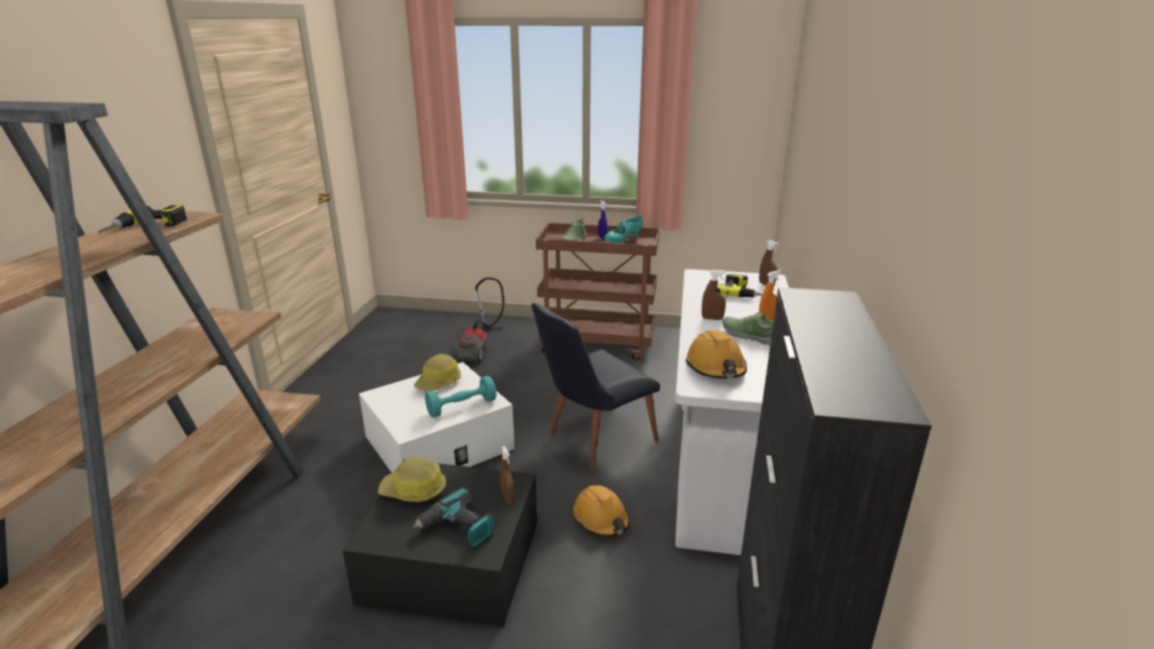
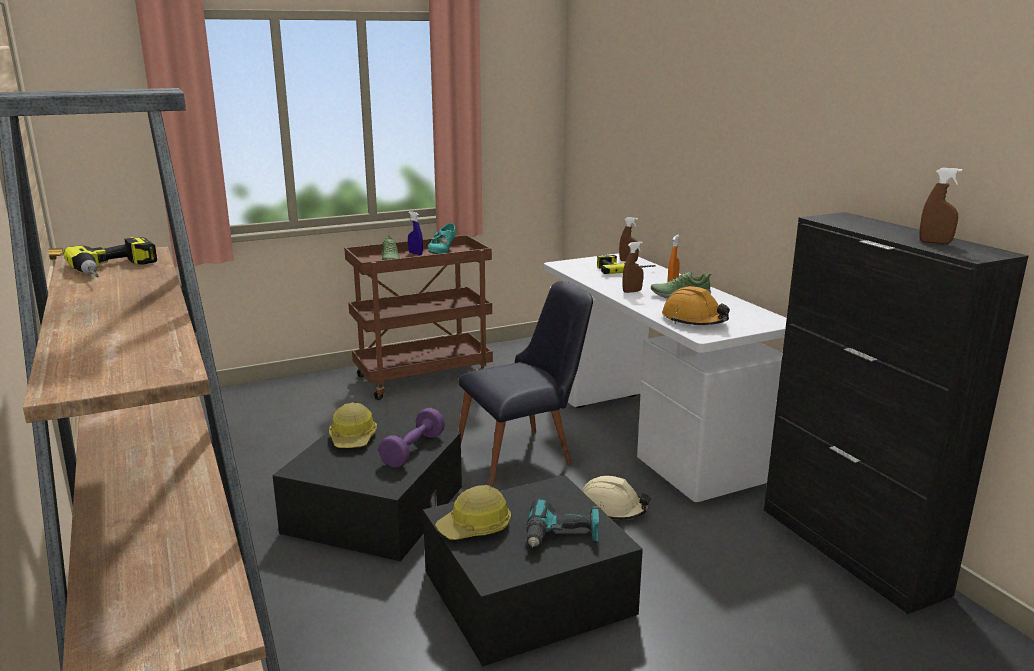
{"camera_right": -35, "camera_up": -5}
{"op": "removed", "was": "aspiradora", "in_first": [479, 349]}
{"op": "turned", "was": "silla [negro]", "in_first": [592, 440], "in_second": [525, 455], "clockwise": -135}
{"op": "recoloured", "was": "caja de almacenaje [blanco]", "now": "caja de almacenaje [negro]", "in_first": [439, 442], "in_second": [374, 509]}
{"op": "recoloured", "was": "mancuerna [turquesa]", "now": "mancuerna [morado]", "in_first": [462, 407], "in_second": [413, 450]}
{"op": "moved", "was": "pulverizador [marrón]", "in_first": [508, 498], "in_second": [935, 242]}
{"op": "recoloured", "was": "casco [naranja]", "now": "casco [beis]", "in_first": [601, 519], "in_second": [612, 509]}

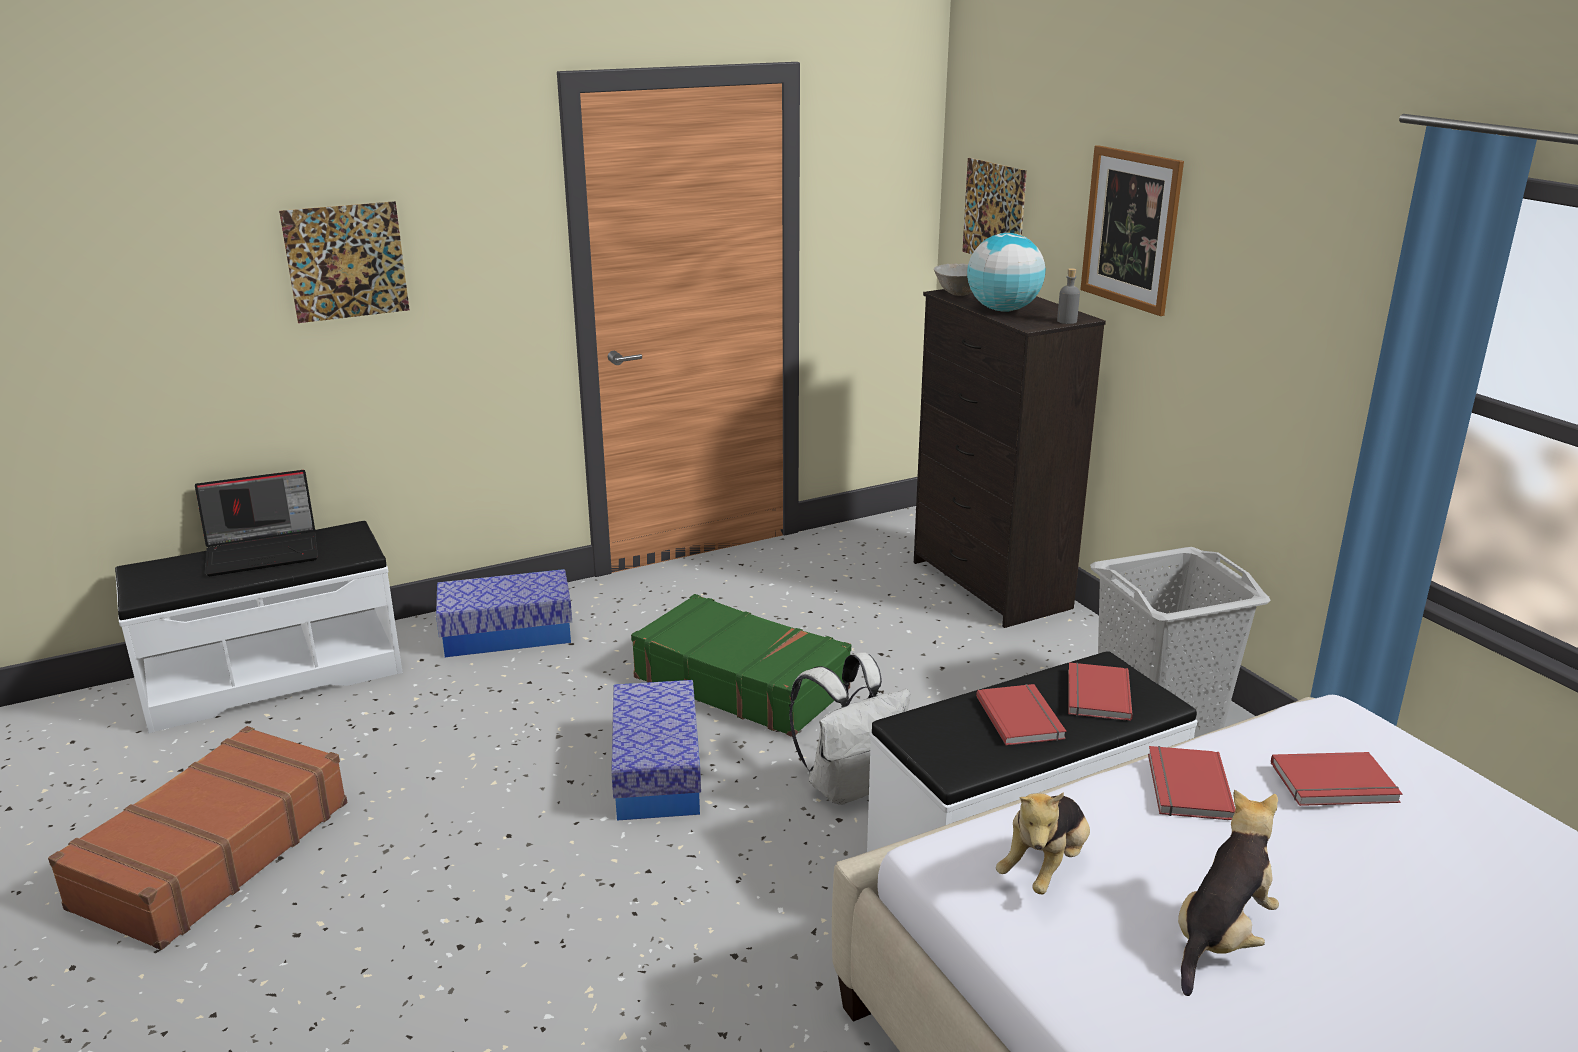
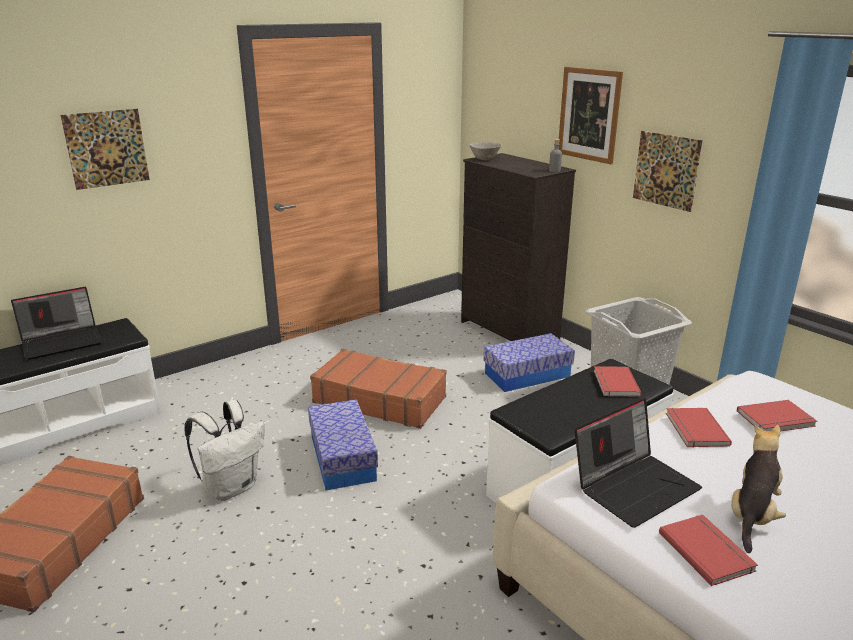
{"camera_right": -10, "camera_up": 0}
{"op": "moved", "was": "cuadro", "in_first": [994, 212], "in_second": [666, 170]}
{"op": "removed", "was": "globo terráqueo", "in_first": [1003, 310]}
{"op": "moved", "was": "caja de almacenaje", "in_first": [507, 634], "in_second": [527, 375]}
{"op": "recoloured", "was": "maleta [verde]", "now": "maleta [marrón]", "in_first": [741, 683], "in_second": [379, 399]}
{"op": "moved", "was": "mochila [blanco]", "in_first": [848, 785], "in_second": [231, 487]}
{"op": "moved", "was": "libro [rojo]", "in_first": [1022, 717], "in_second": [707, 550]}
{"op": "replaced", "was": "peluche", "now": "portátil", "in_first": [1044, 867], "in_second": [635, 485]}

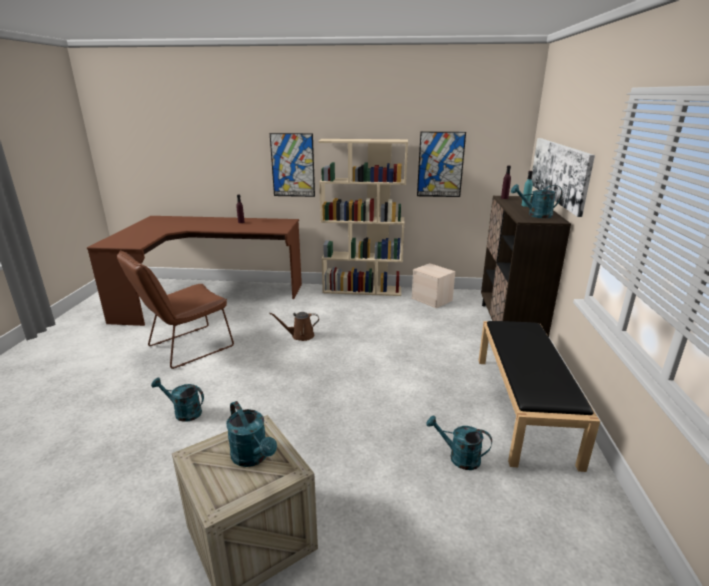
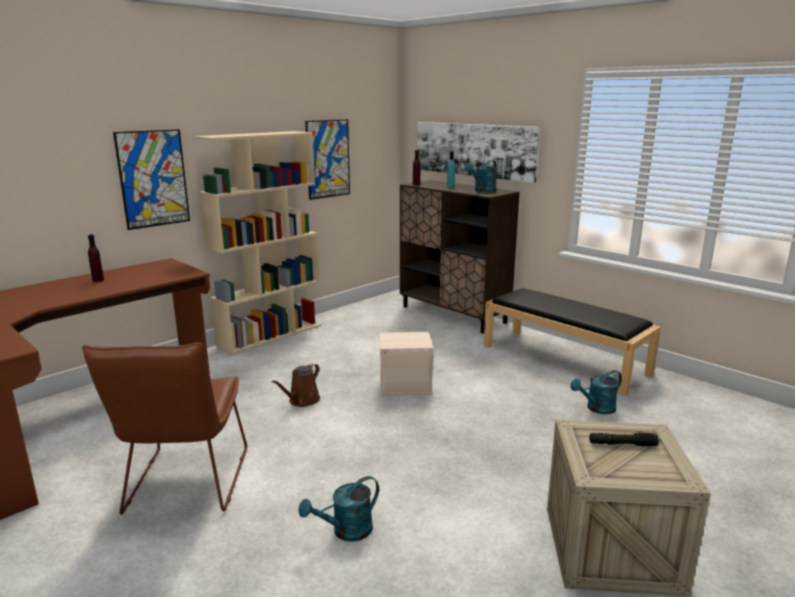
{"camera_right": -50, "camera_up": -5}
{"op": "moved", "was": "caja de almacenaje [beis]", "in_first": [432, 299], "in_second": [406, 384]}
{"op": "replaced", "was": "regadera [turquesa]", "now": "linterna [negro]", "in_first": [253, 457], "in_second": [622, 444]}

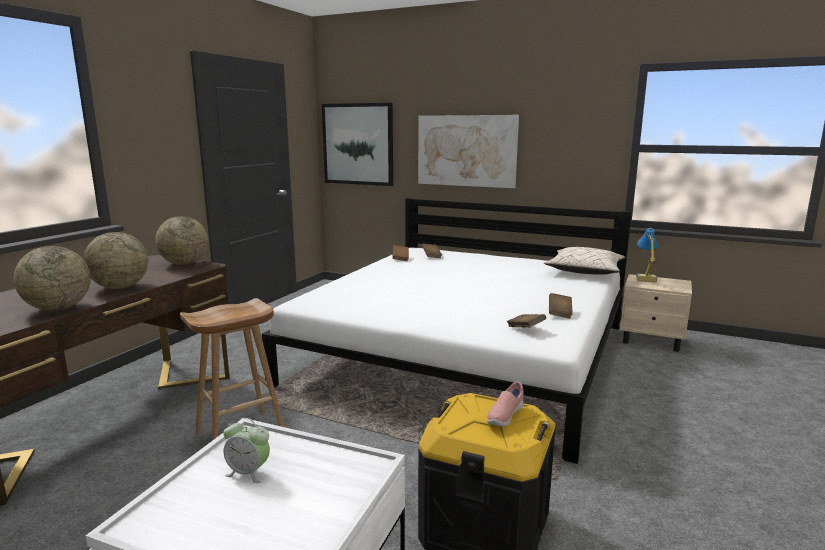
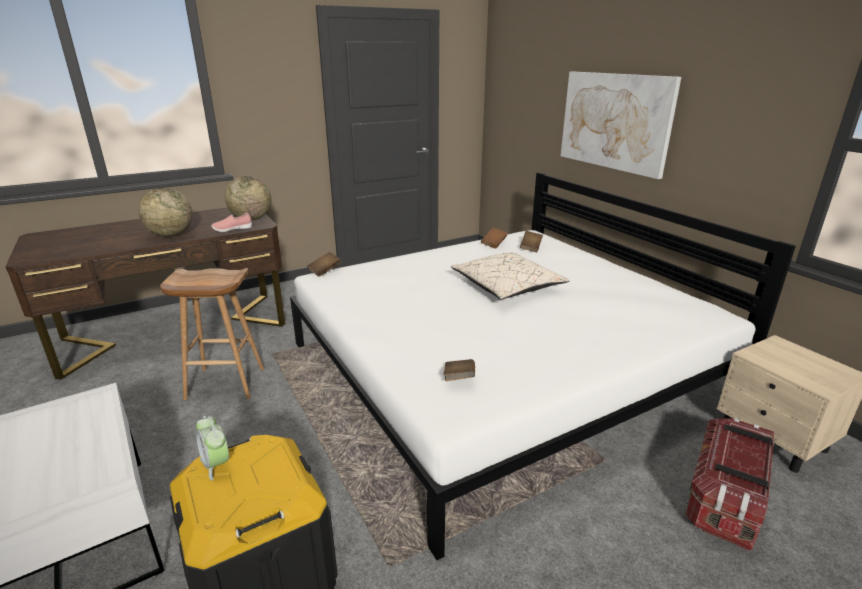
{"camera_right": 35, "camera_up": 10}
{"op": "removed", "was": "cuadro", "in_first": [358, 144]}
{"op": "removed", "was": "lámpara de mesa", "in_first": [645, 279]}
{"op": "removed", "was": "globo terráqueo", "in_first": [58, 308]}
{"op": "moved", "was": "cojín [beis]", "in_first": [584, 271], "in_second": [507, 287]}
{"op": "moved", "was": "libro [marrón]", "in_first": [559, 313], "in_second": [325, 271]}
{"op": "moved", "was": "zapato [rosa]", "in_first": [504, 416], "in_second": [232, 230]}
{"op": "moved", "was": "despertador", "in_first": [248, 472], "in_second": [216, 464]}
{"op": "added", "now": "caja de almacenaje", "in_second": [724, 498]}

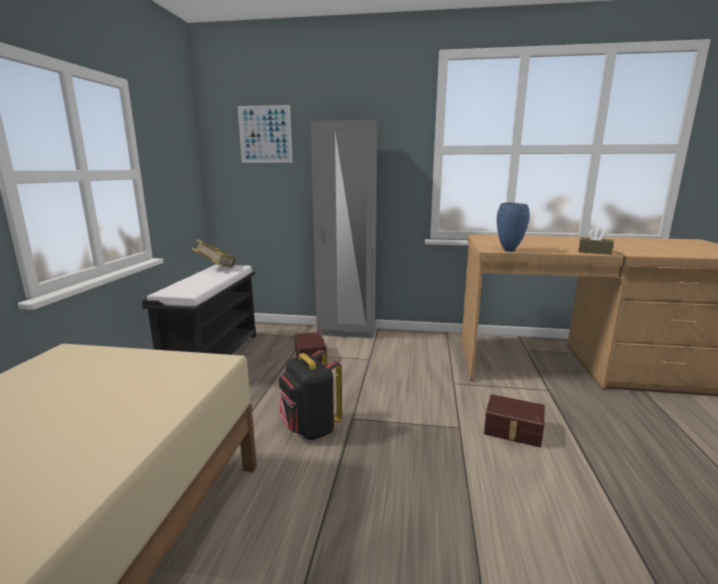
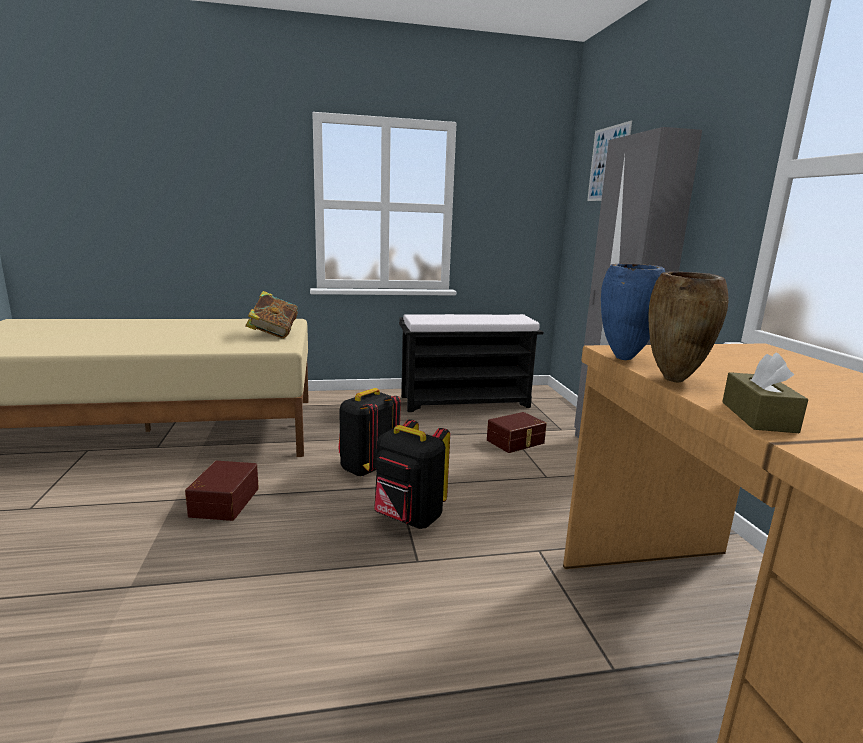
{"camera_right": 70, "camera_up": 0}
{"op": "moved", "was": "libro", "in_first": [215, 268], "in_second": [273, 334]}
{"op": "moved", "was": "caja de almacenaje [marrón]", "in_first": [513, 430], "in_second": [223, 502]}
{"op": "added", "now": "florero [marrón]", "in_second": [675, 380]}
{"op": "added", "now": "mochila [negro]", "in_second": [408, 518]}

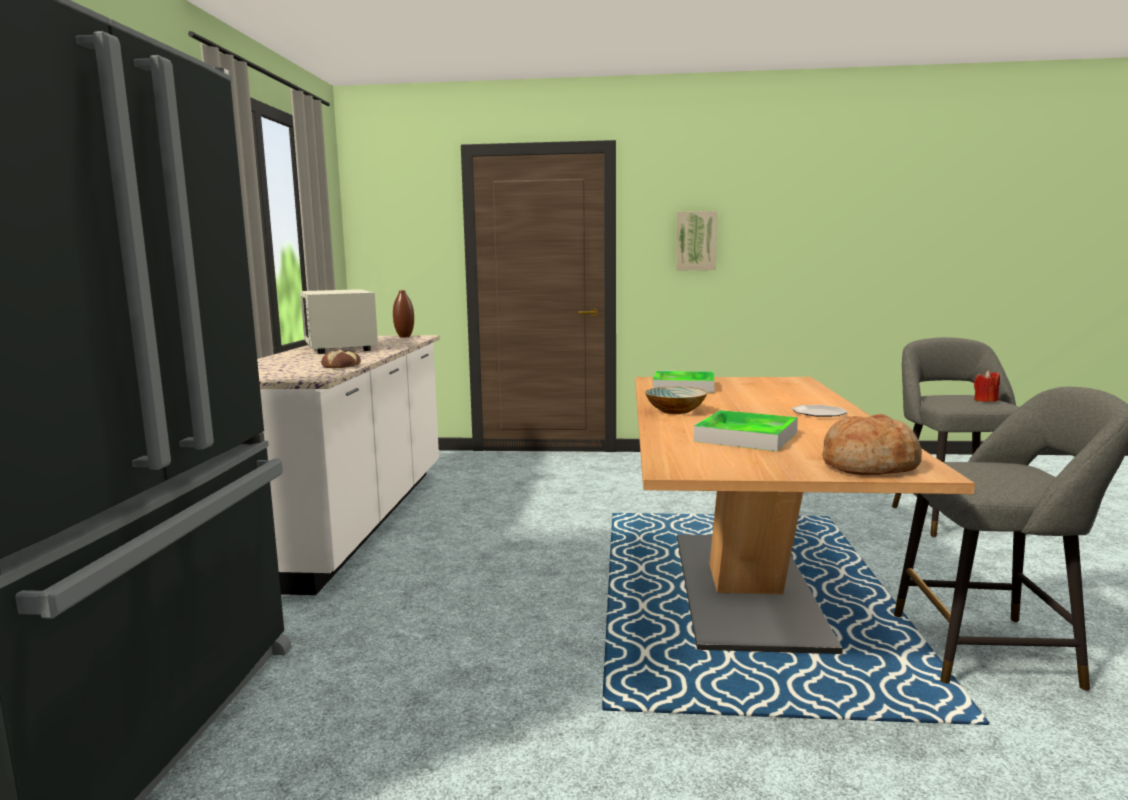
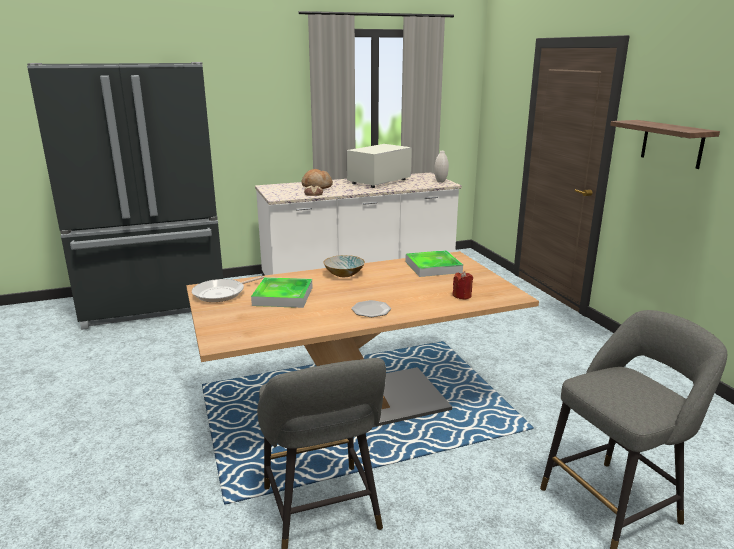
{"camera_right": 65, "camera_up": 10}
{"op": "replaced", "was": "cuadro", "now": "estante", "in_first": [696, 241], "in_second": [672, 144]}
{"op": "recoloured", "was": "florero [marrón]", "now": "florero [blanco]", "in_first": [404, 337], "in_second": [440, 182]}
{"op": "moved", "was": "vela [rojo]", "in_first": [985, 400], "in_second": [462, 296]}
{"op": "moved", "was": "pan", "in_first": [869, 466], "in_second": [317, 186]}
{"op": "added", "now": "sartén", "in_second": [222, 293]}

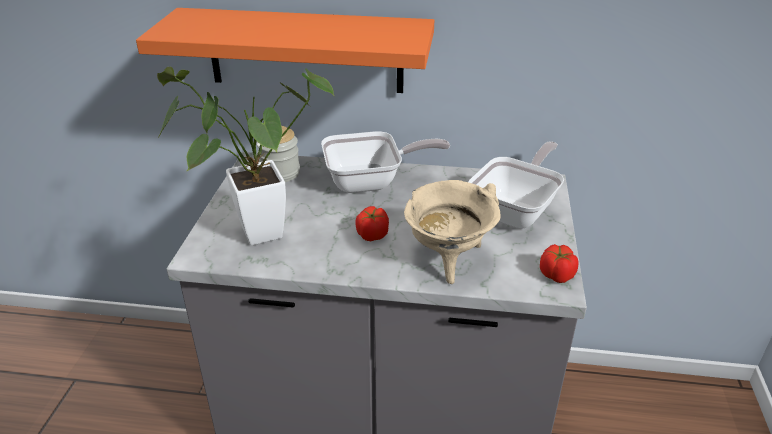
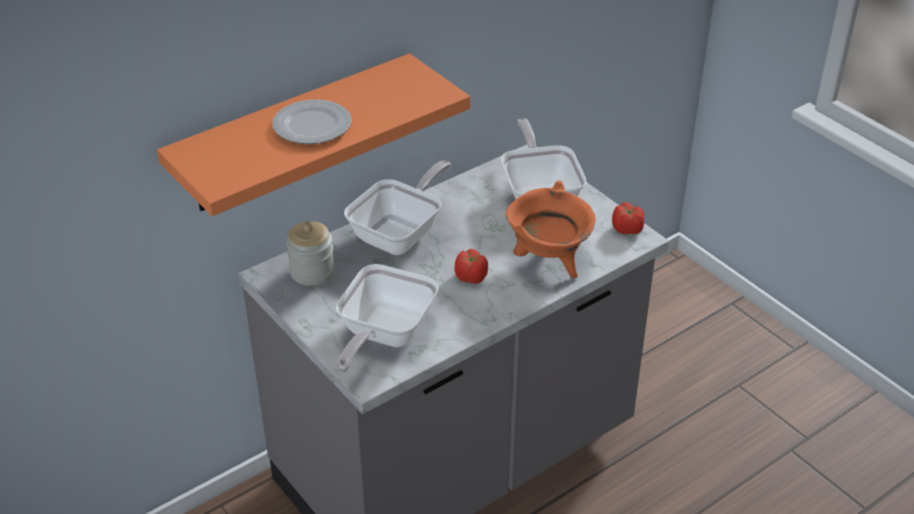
{"camera_right": -45, "camera_up": 5}
{"op": "replaced", "was": "planta en maceta", "now": "sartén", "in_first": [251, 235], "in_second": [383, 336]}
{"op": "recoloured", "was": "olla [beis]", "now": "olla [naranja]", "in_first": [448, 259], "in_second": [549, 262]}
{"op": "added", "now": "plato", "in_second": [312, 125]}

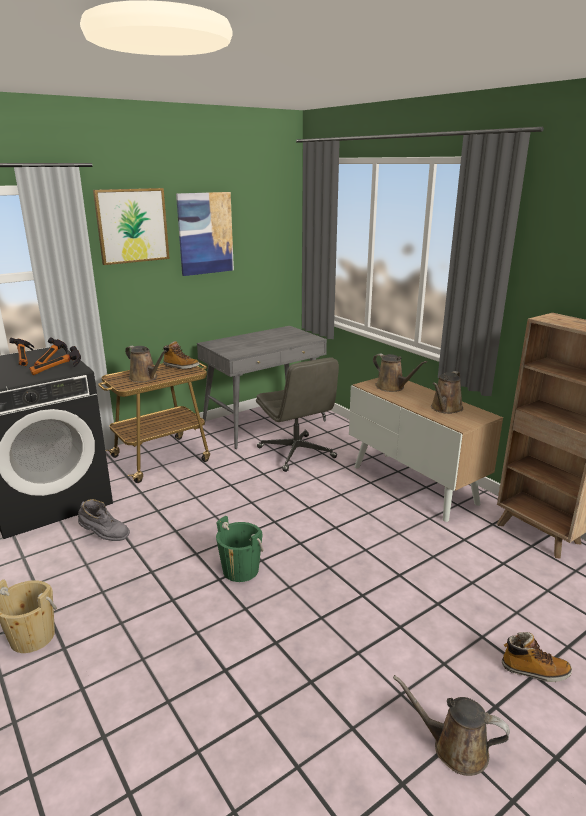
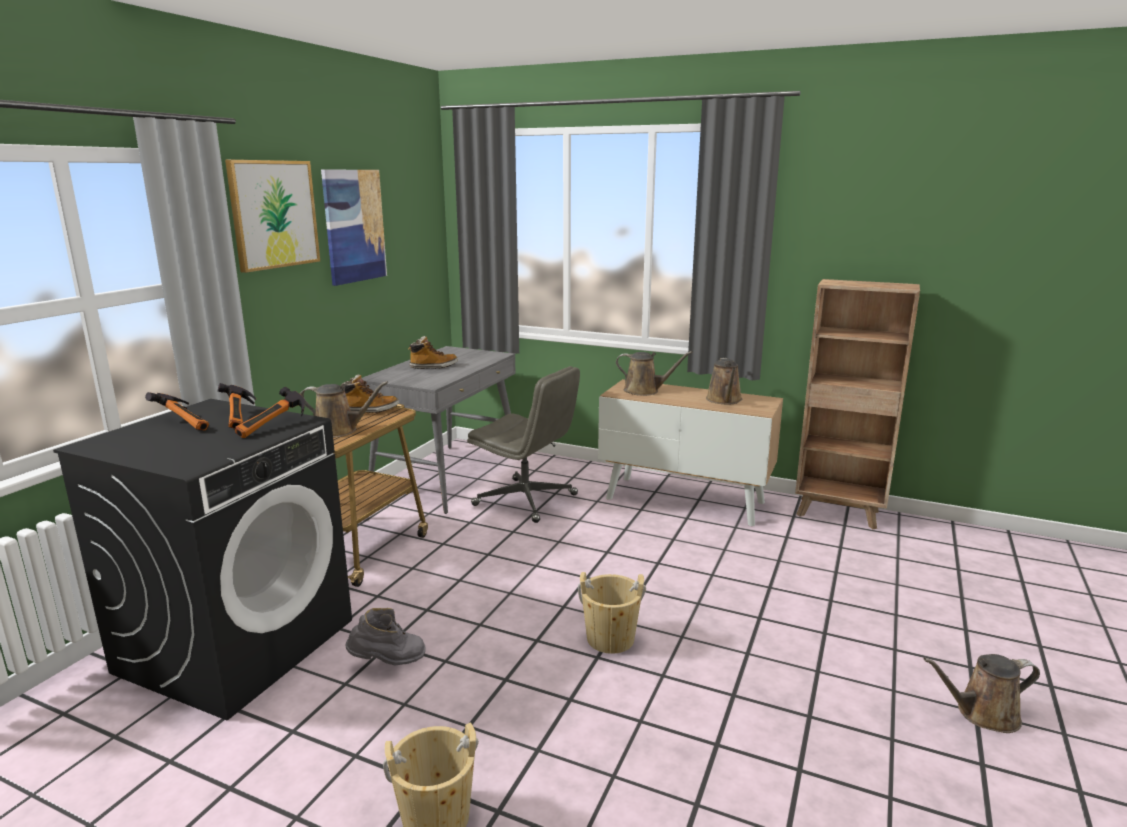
{"camera_right": -30, "camera_up": -5}
{"op": "recoloured", "was": "cubo [verde]", "now": "cubo [beis]", "in_first": [240, 570], "in_second": [610, 639]}
{"op": "moved", "was": "bota", "in_first": [534, 670], "in_second": [433, 367]}

